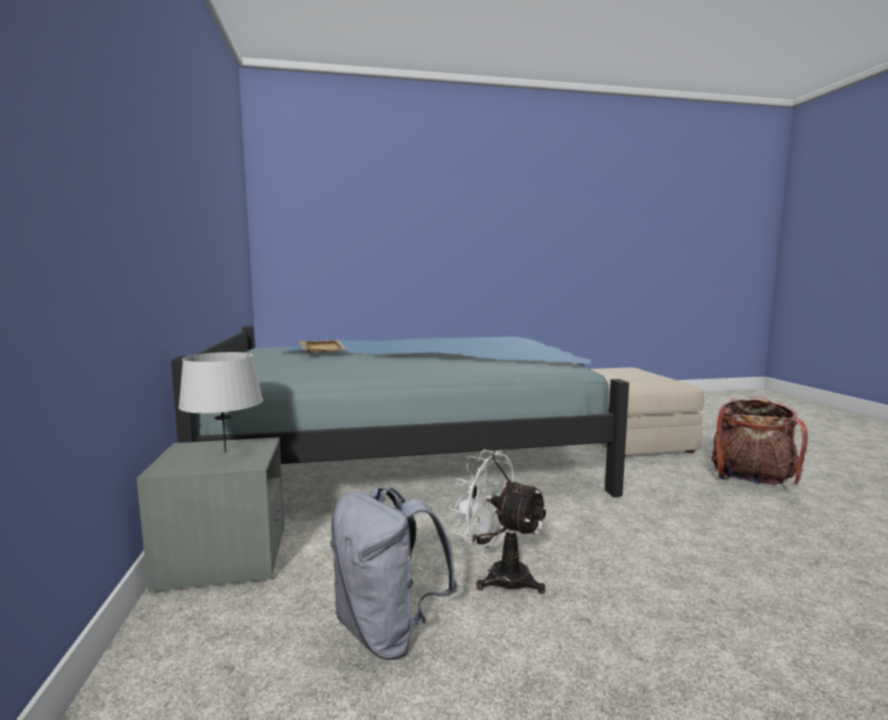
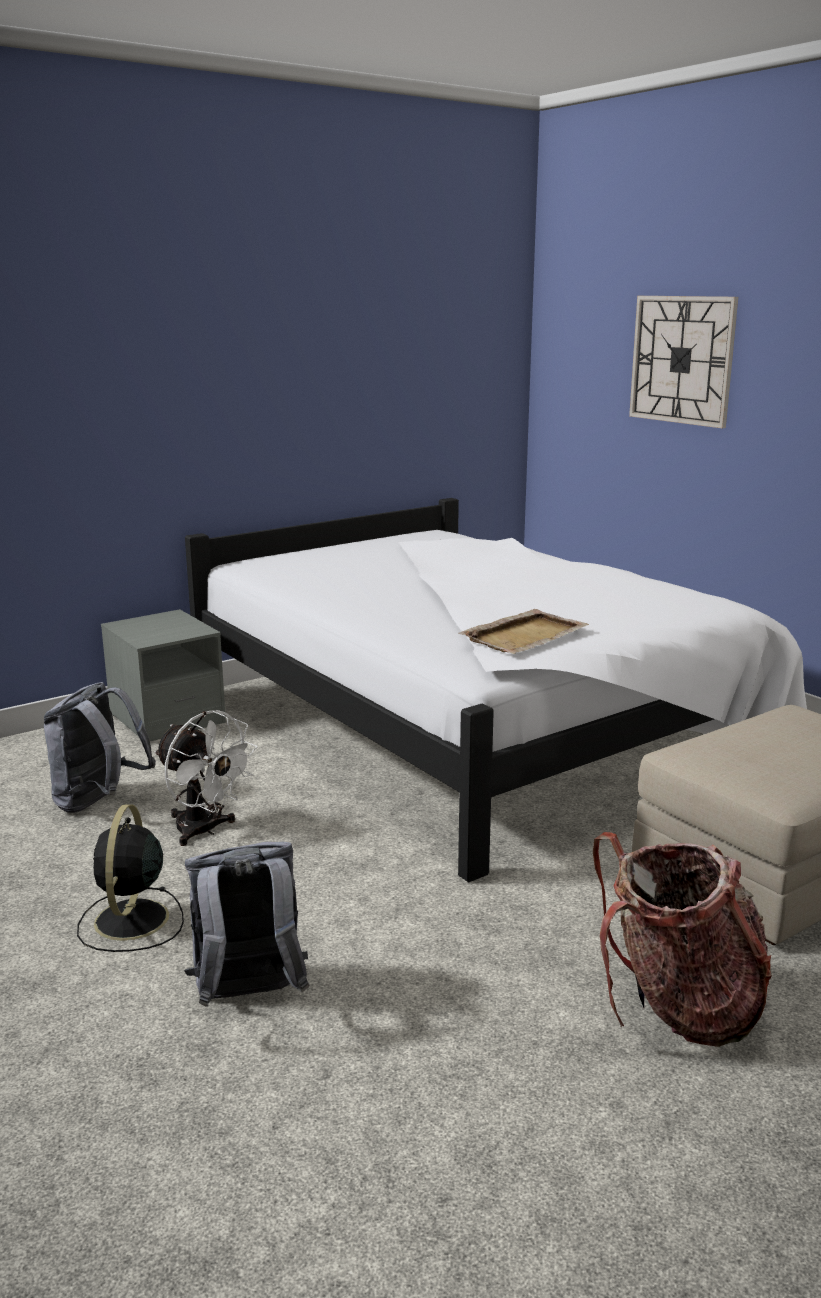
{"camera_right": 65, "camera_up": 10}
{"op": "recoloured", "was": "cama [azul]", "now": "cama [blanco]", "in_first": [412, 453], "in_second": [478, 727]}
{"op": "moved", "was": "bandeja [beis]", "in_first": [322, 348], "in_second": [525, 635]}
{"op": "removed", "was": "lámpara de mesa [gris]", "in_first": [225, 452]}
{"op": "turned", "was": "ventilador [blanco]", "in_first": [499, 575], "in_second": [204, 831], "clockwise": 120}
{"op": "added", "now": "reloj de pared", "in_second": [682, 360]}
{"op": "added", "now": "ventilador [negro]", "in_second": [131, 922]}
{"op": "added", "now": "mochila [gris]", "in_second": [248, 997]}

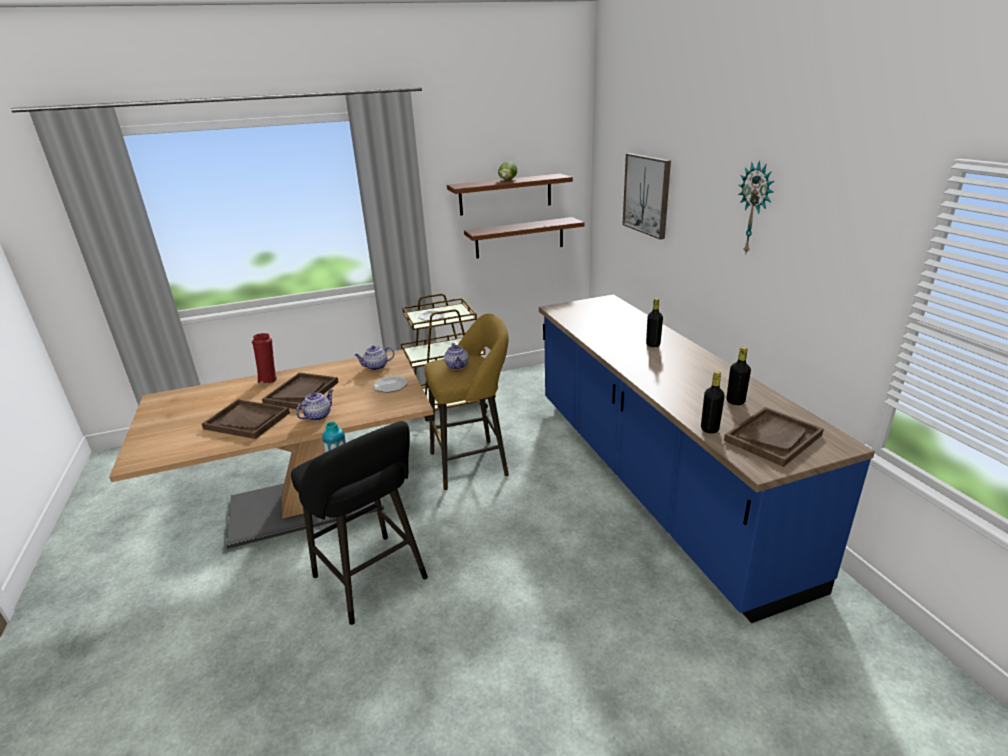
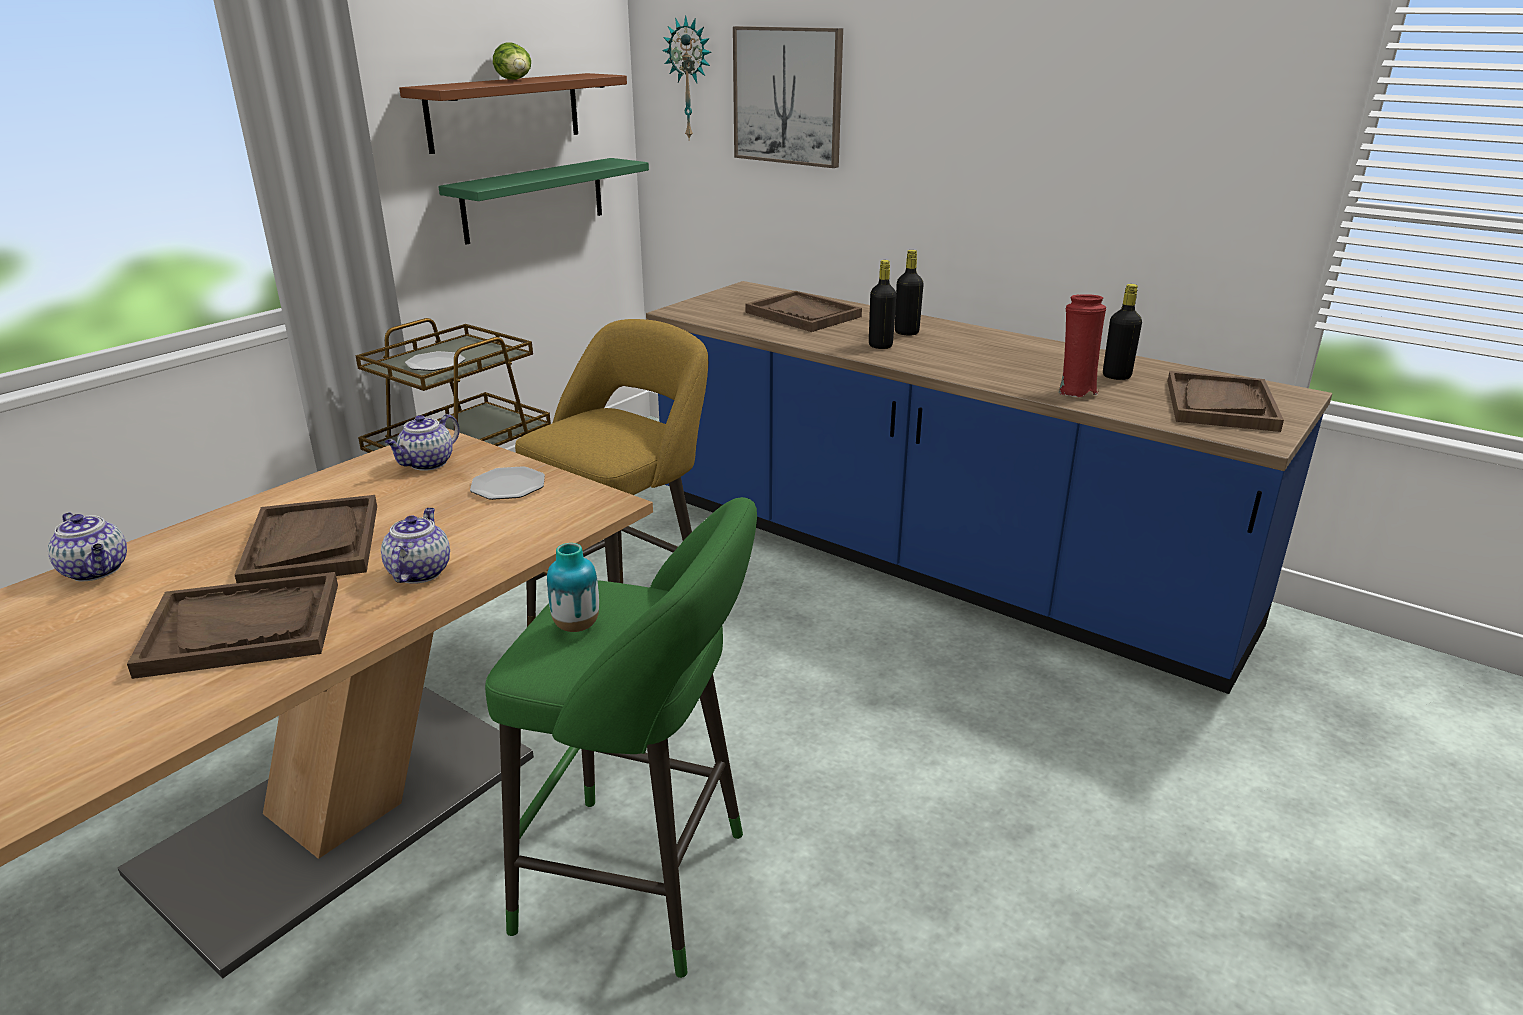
{"camera_right": -35, "camera_up": 0}
{"op": "moved", "was": "reloj de pared", "in_first": [755, 209], "in_second": [690, 79]}
{"op": "recoloured", "was": "estante [marrón]", "now": "estante [verde]", "in_first": [519, 238], "in_second": [534, 199]}
{"op": "moved", "was": "florero [rojo]", "in_first": [269, 379], "in_second": [1075, 391]}
{"op": "moved", "was": "tetera", "in_first": [457, 366], "in_second": [97, 571]}
{"op": "moved", "was": "botella [negro]", "in_first": [709, 429], "in_second": [880, 346]}
{"op": "recoloured", "was": "taburete [negro]", "now": "taburete [verde]", "in_first": [373, 581], "in_second": [645, 884]}
{"op": "added", "now": "bandeja [marrón]", "in_second": [803, 314]}

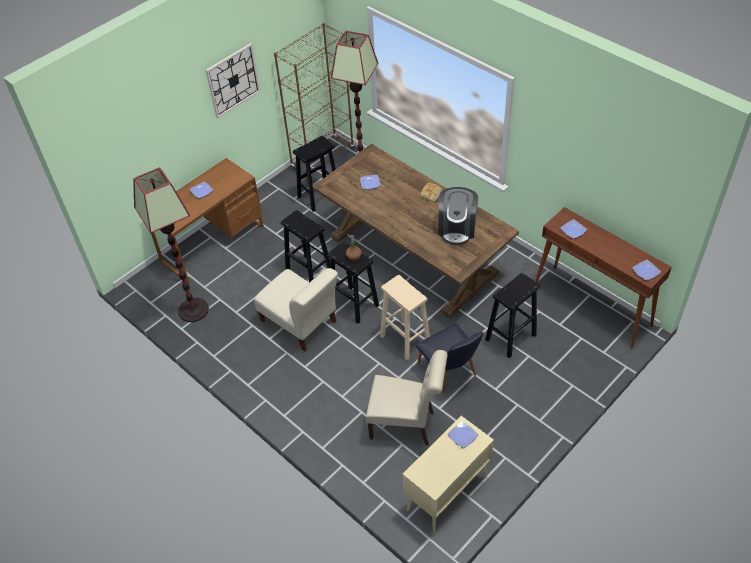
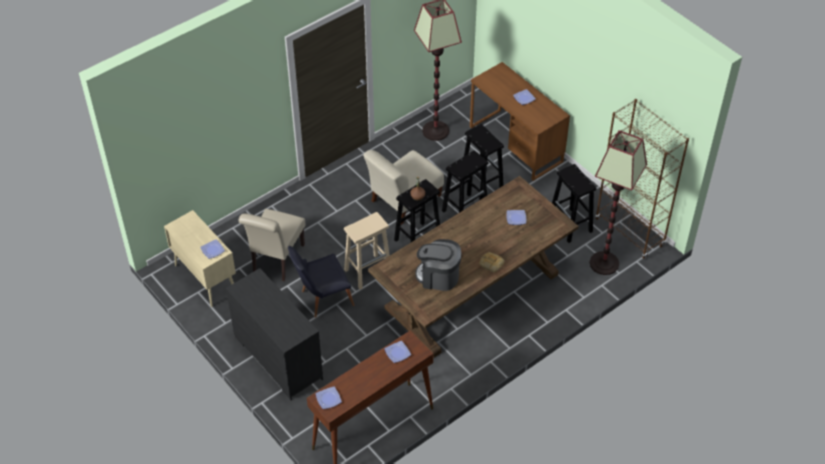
{"camera_right": 95, "camera_up": 0}
{"op": "removed", "was": "reloj de pared", "in_first": [233, 80]}
{"op": "moved", "was": "taburete [negro]", "in_first": [510, 338], "in_second": [481, 184]}
{"op": "added", "now": "cómoda [negro]", "in_second": [277, 358]}

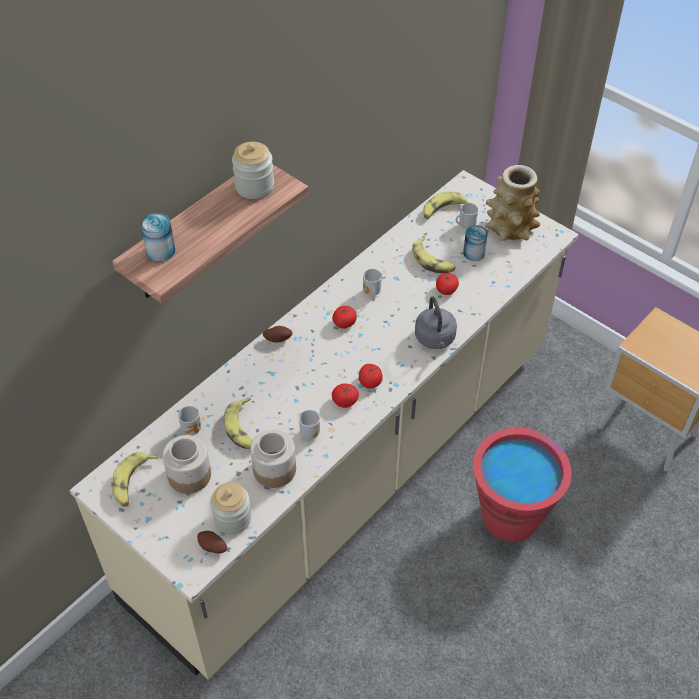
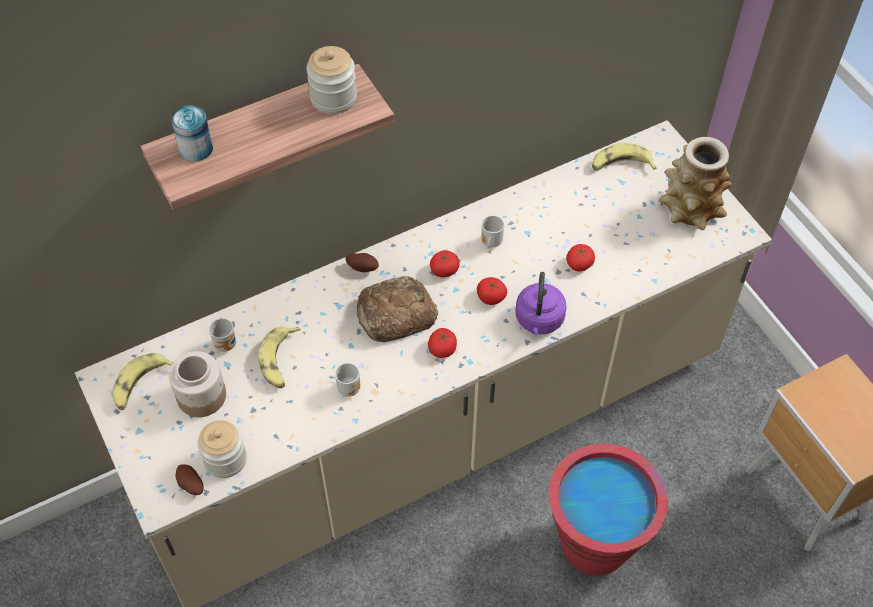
{"camera_right": 20, "camera_up": 5}
{"op": "removed", "was": "taza grande", "in_first": [465, 225]}
{"op": "removed", "was": "lata", "in_first": [473, 253]}
{"op": "removed", "was": "plátano", "in_first": [433, 261]}
{"op": "recoloured", "was": "hervidor [gris]", "now": "hervidor [morado]", "in_first": [435, 339], "in_second": [539, 321]}
{"op": "moved", "was": "tomate", "in_first": [345, 401], "in_second": [491, 297]}
{"op": "removed", "was": "tarro", "in_first": [274, 470]}
{"op": "added", "now": "pan", "in_second": [394, 315]}

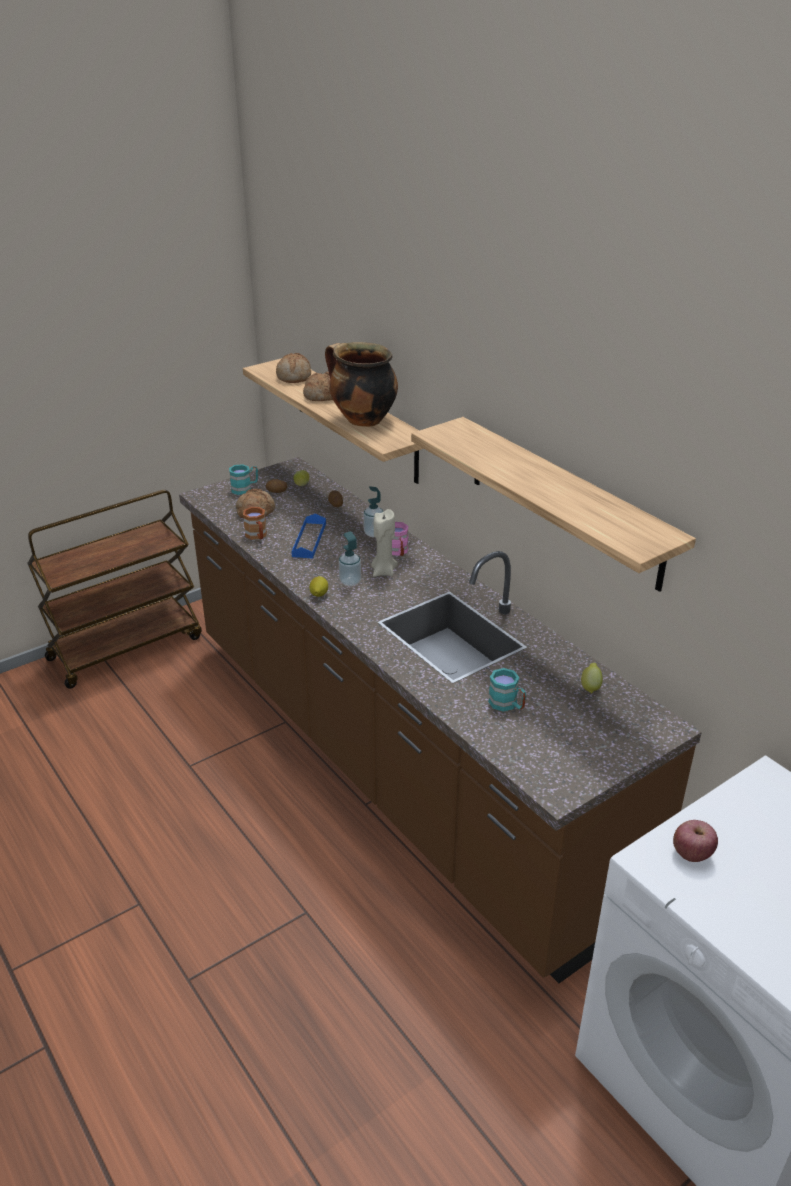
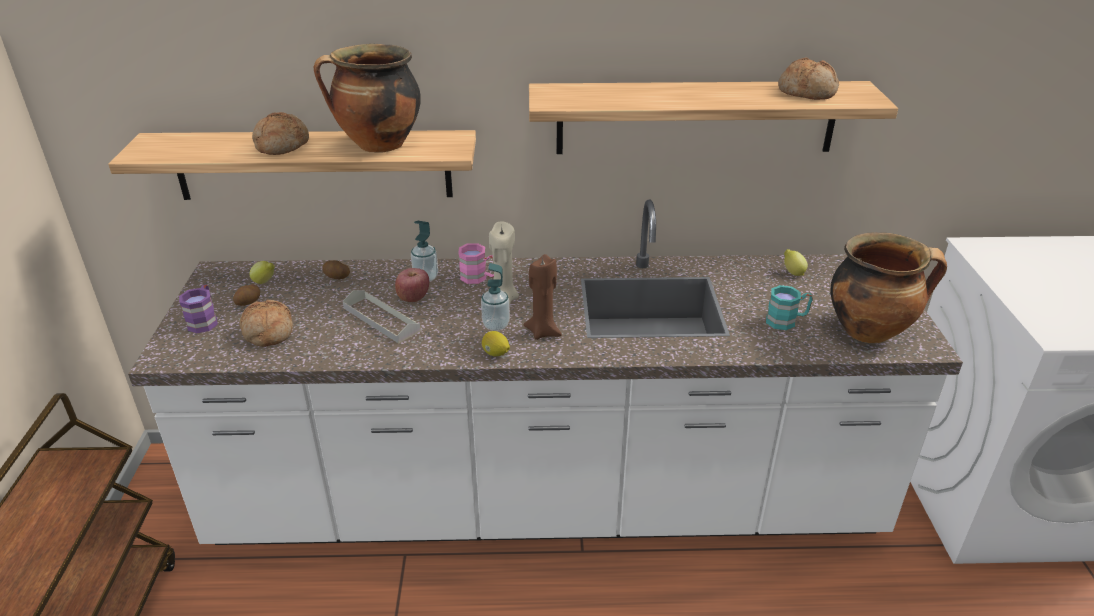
{"camera_right": -55, "camera_up": 0}
{"op": "moved", "was": "pan", "in_first": [294, 376], "in_second": [807, 92]}
{"op": "recoloured", "was": "mueble bajo de cocina [marrón]", "now": "mueble bajo de cocina [blanco]", "in_first": [395, 763], "in_second": [547, 500]}
{"op": "recoloured", "was": "taza grande [turquesa]", "now": "taza grande [morado]", "in_first": [245, 488], "in_second": [205, 320]}
{"op": "removed", "was": "taza grande [marrón]", "in_first": [257, 536]}
{"op": "recoloured", "was": "bandeja [azul]", "now": "bandeja [gris]", "in_first": [309, 540], "in_second": [381, 319]}
{"op": "moved", "was": "manzana", "in_first": [691, 853], "in_second": [413, 297]}
{"op": "added", "now": "olla", "in_second": [870, 331]}
{"op": "added", "now": "vela [marrón]", "in_second": [543, 331]}

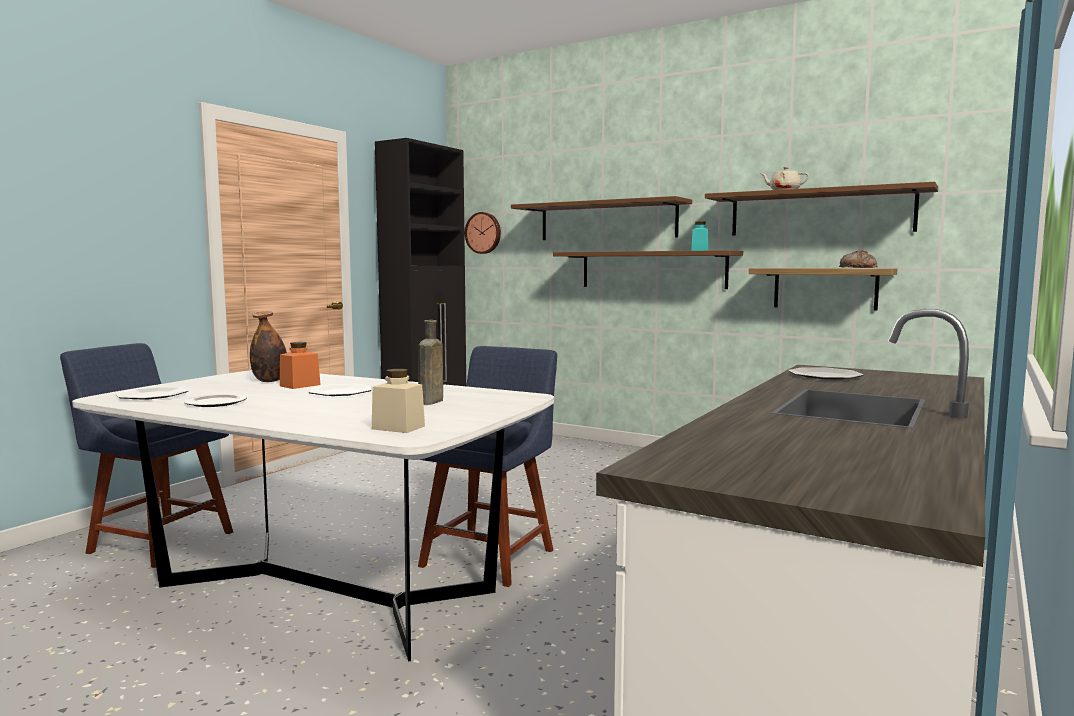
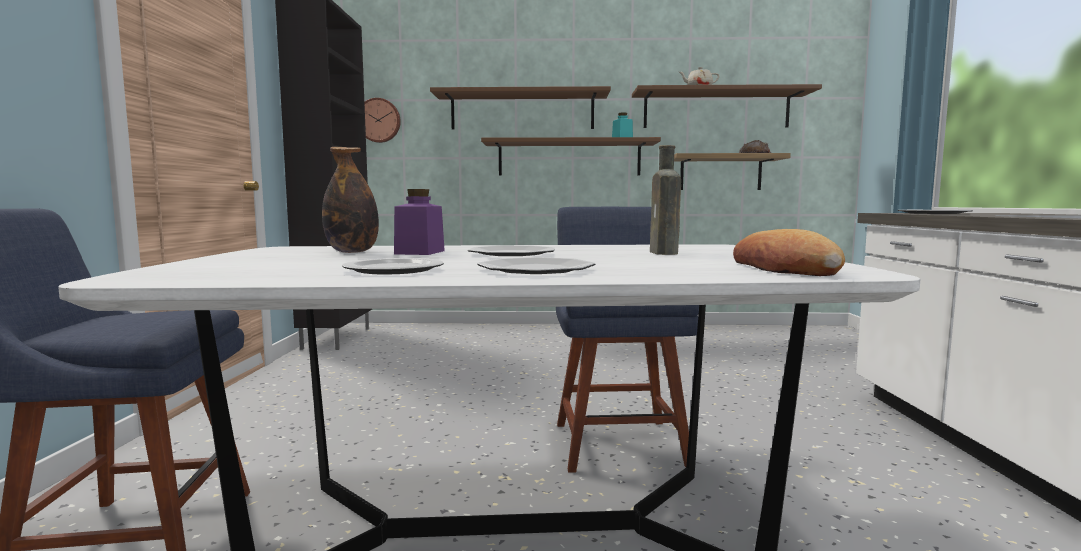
{"camera_right": -30, "camera_up": 0}
{"op": "recoloured", "was": "tarro [naranja]", "now": "tarro [morado]", "in_first": [300, 385], "in_second": [420, 252]}
{"op": "replaced", "was": "tarro [beis]", "now": "pan", "in_first": [398, 427], "in_second": [783, 268]}
{"op": "moved", "was": "plato", "in_first": [152, 395], "in_second": [536, 269]}

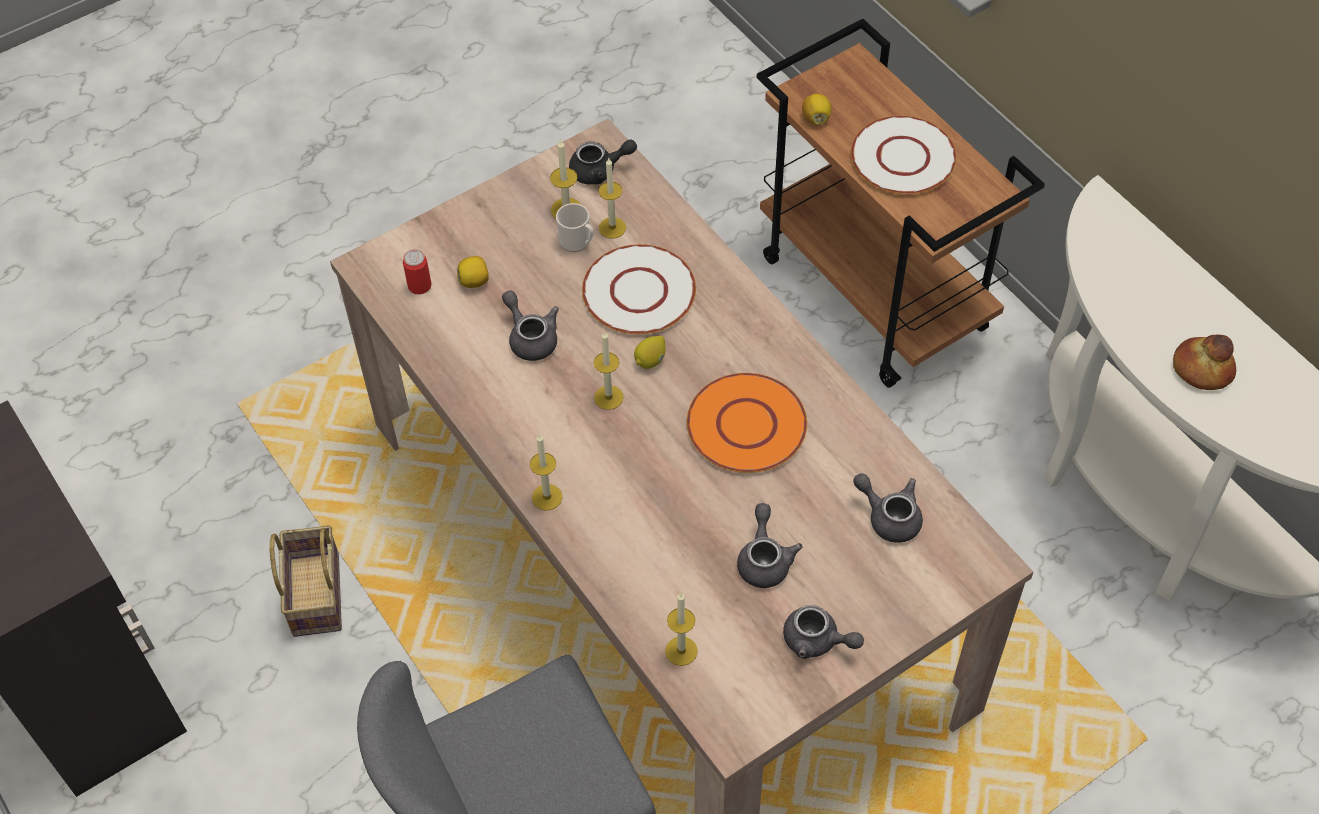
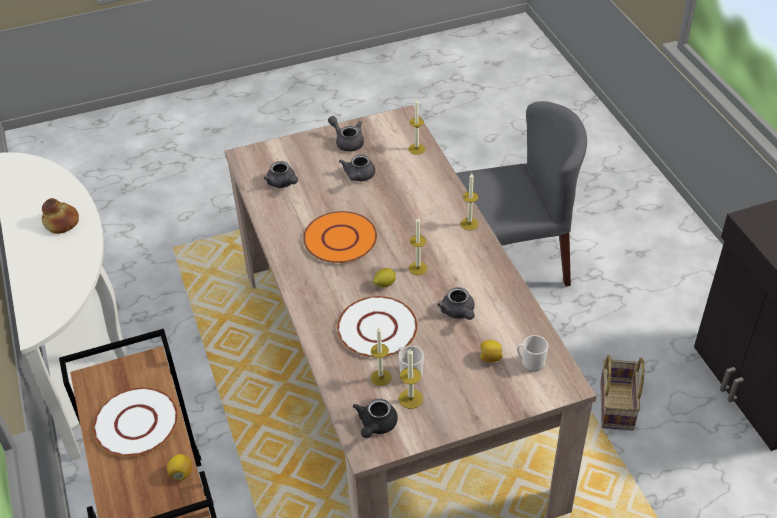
{"camera_right": -165, "camera_up": -10}
{"op": "turned", "was": "tetera [negro]", "in_first": [599, 171], "in_second": [376, 425], "clockwise": -75}
{"op": "replaced", "was": "lata", "now": "taza grande", "in_first": [419, 286], "in_second": [530, 362]}

